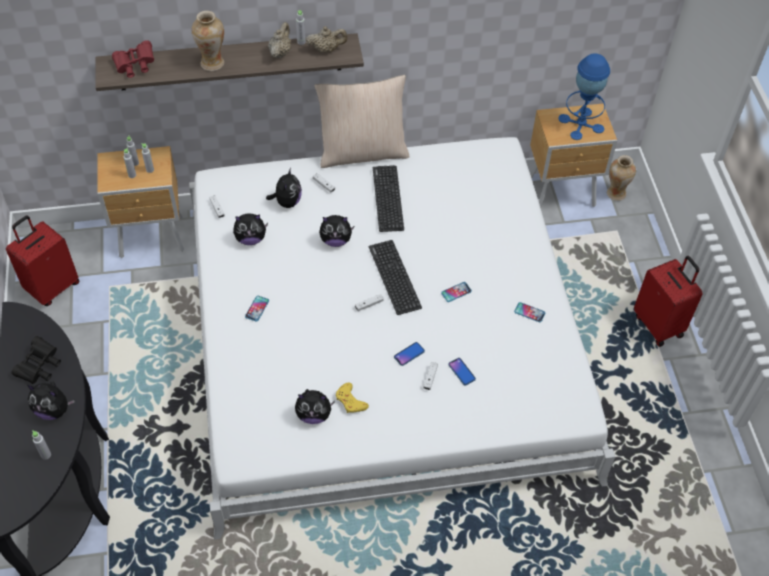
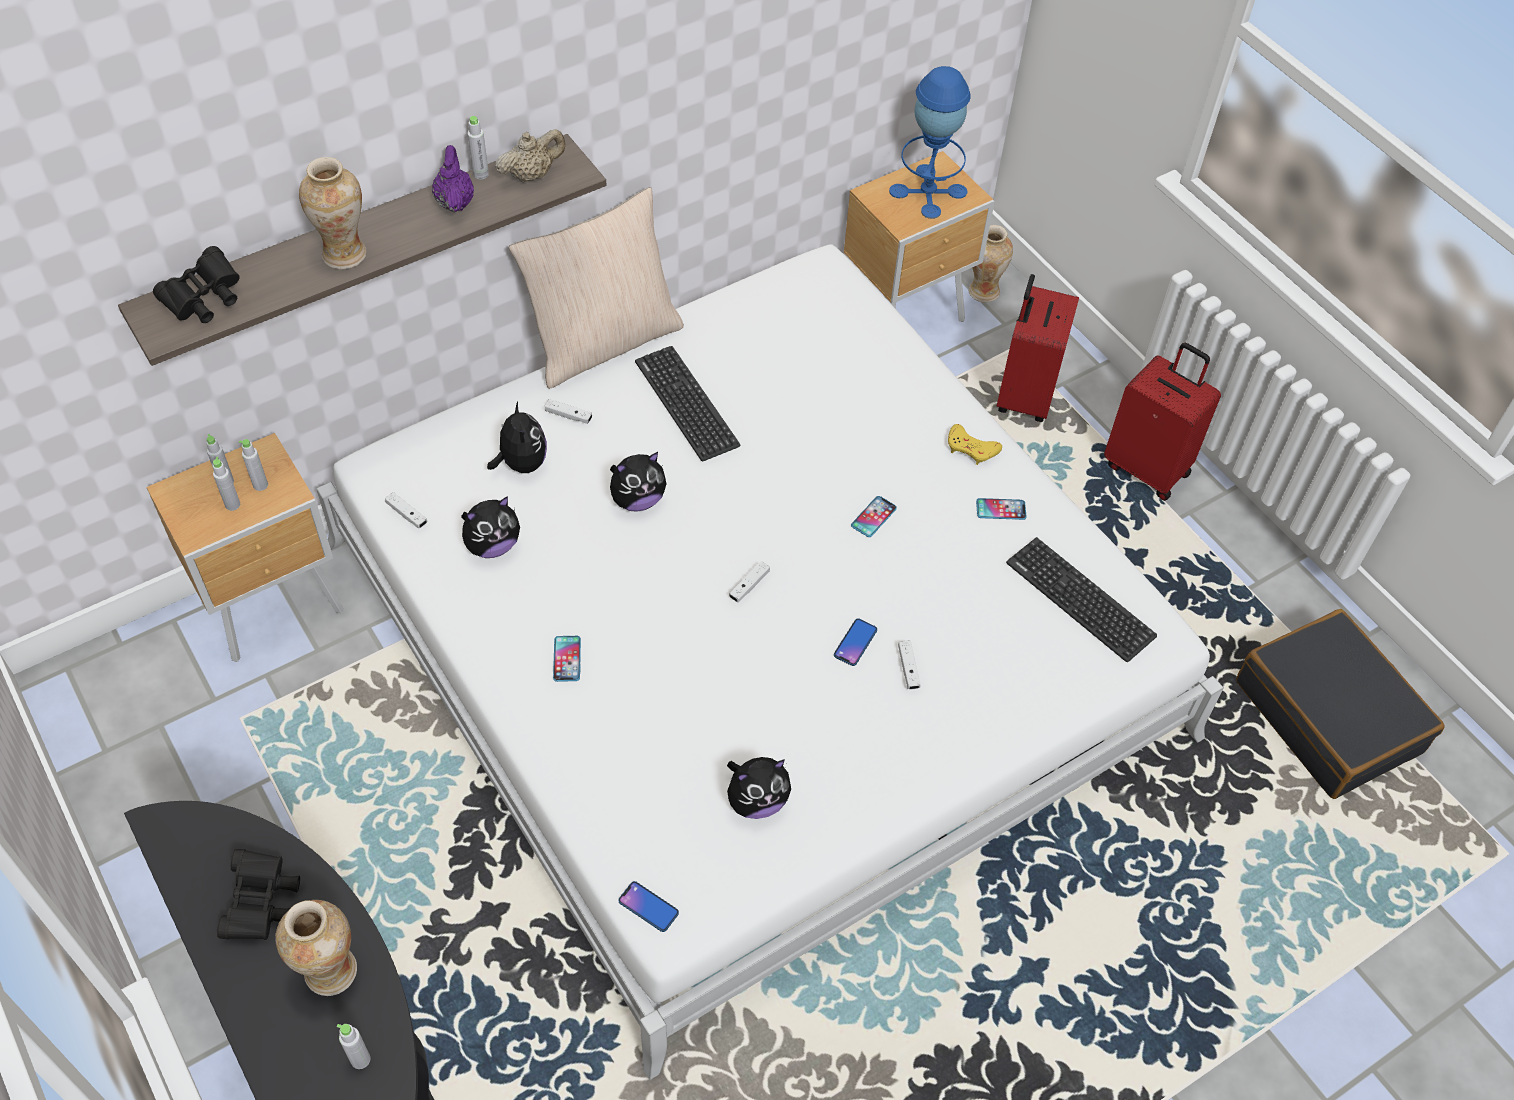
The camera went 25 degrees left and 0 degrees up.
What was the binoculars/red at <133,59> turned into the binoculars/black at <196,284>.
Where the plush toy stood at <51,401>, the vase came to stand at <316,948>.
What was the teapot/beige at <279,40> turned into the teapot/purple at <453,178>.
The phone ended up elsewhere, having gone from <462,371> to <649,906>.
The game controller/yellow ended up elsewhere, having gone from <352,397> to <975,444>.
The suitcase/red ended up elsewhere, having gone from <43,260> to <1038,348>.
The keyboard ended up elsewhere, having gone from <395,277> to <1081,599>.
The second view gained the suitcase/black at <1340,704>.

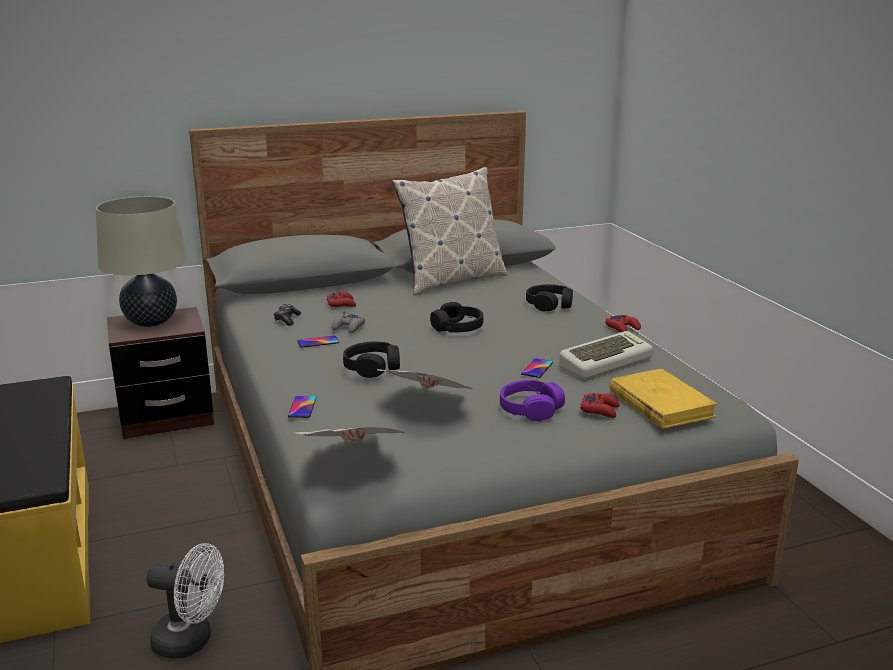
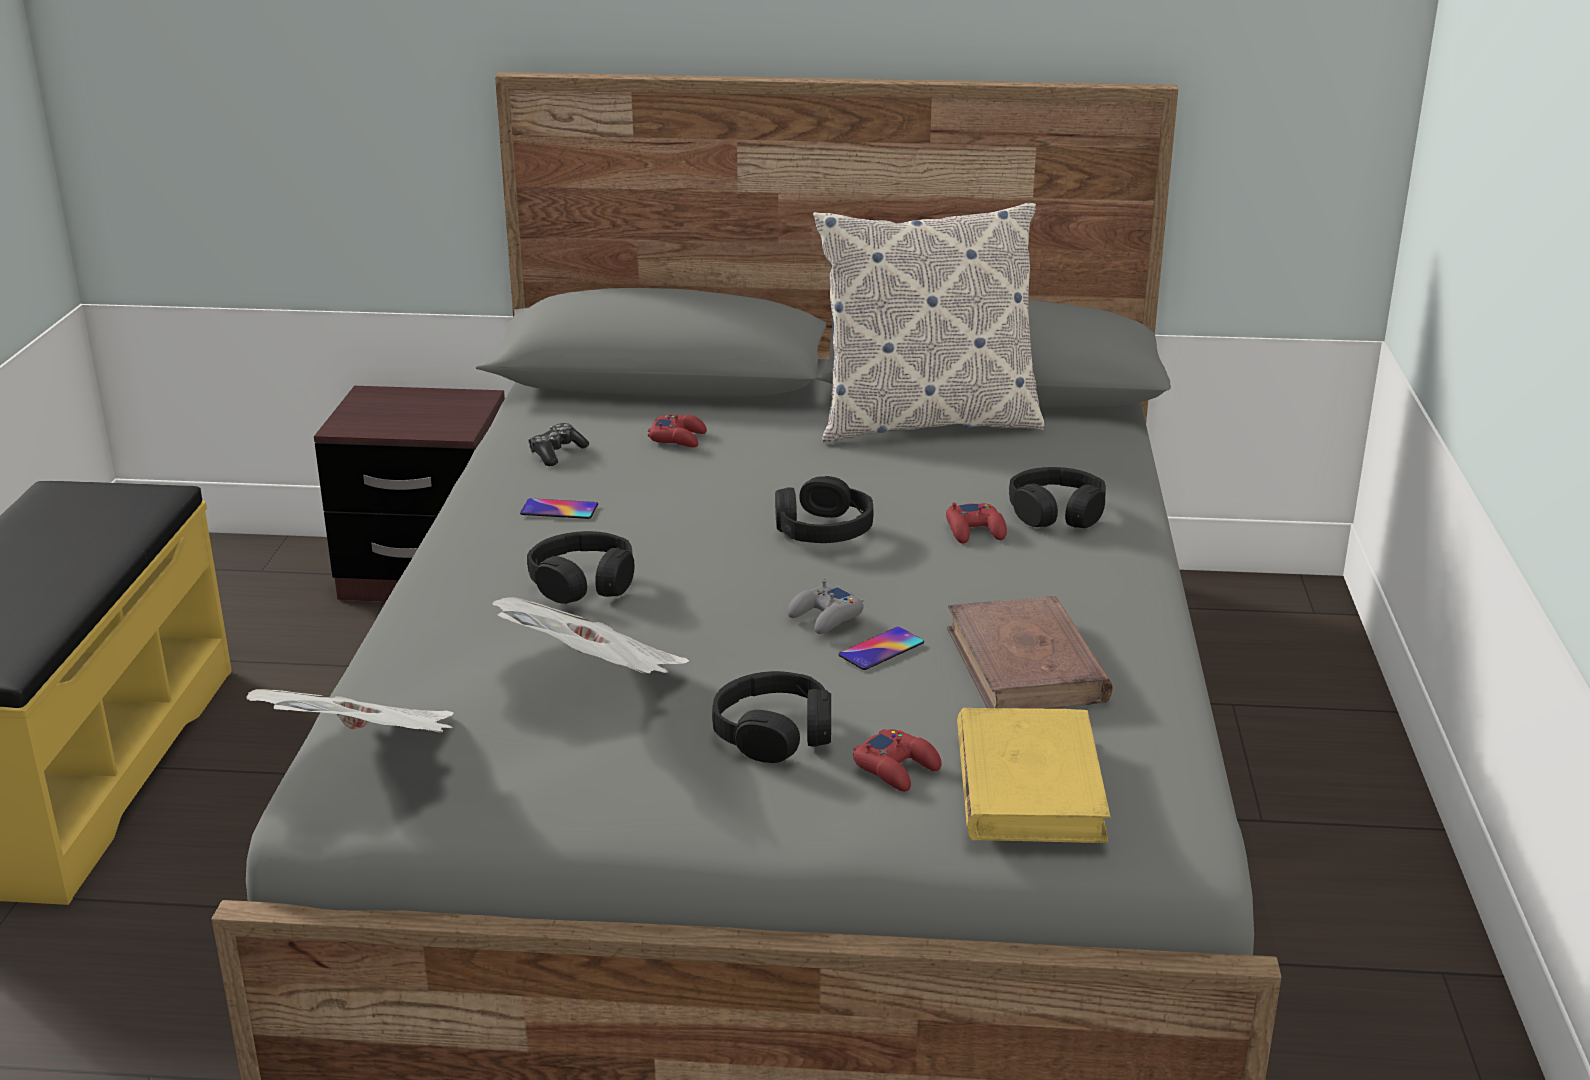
The camera went 25 degrees right and 5 degrees up.
What was the headphones/purple at <532,400> turned into the headphones/black at <771,717>.
The game controller/grey ended up elsewhere, having gone from <348,322> to <825,607>.
The game controller/red ended up elsewhere, having gone from <623,324> to <976,523>.
Where the keyboard stood at <606,355>, the book/brown came to stand at <1030,652>.
The second view lost the table lamp/beige at <142,261>.
The second view lost the fan/white at <185,600>.
The second view lost the phone at <302,407>.

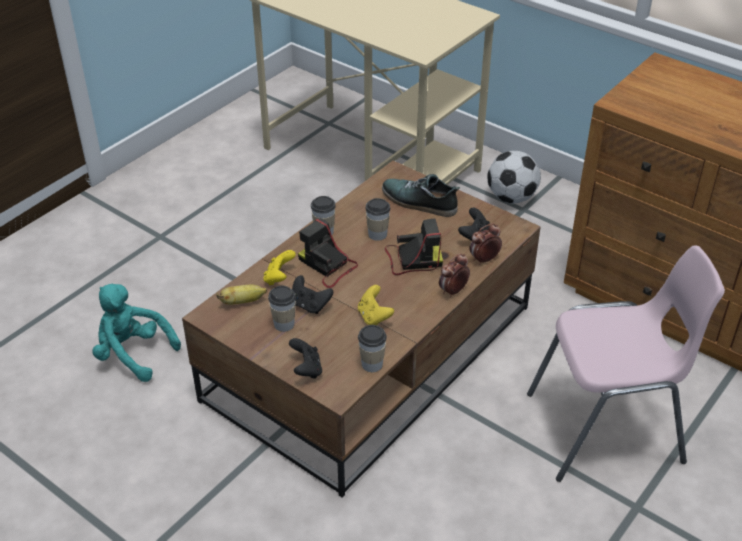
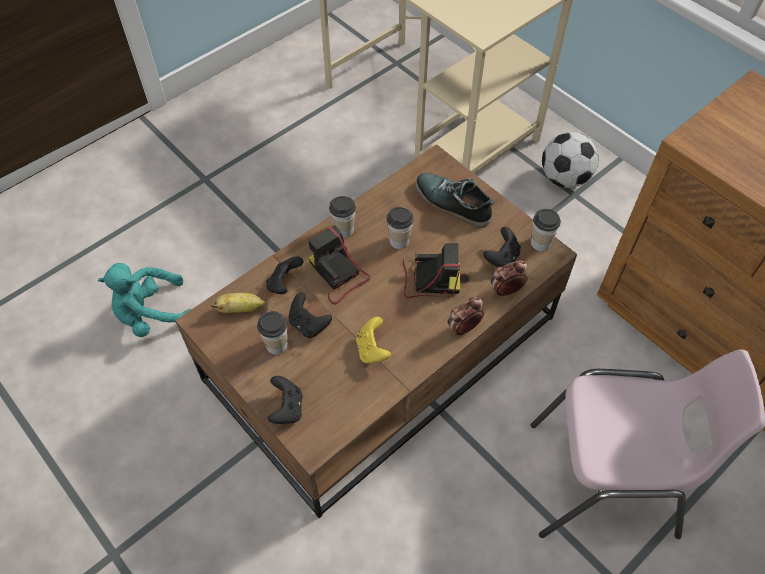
The camera went 10 degrees right and 15 degrees up.
The plush toy/turquoise at <136,333> ended up facing another way, 60 degrees counterclockwise from before.
What was the game controller/yellow at <280,268> turned into the game controller/black at <285,275>.
The cup ended up elsewhere, having gone from <372,348> to <546,230>.

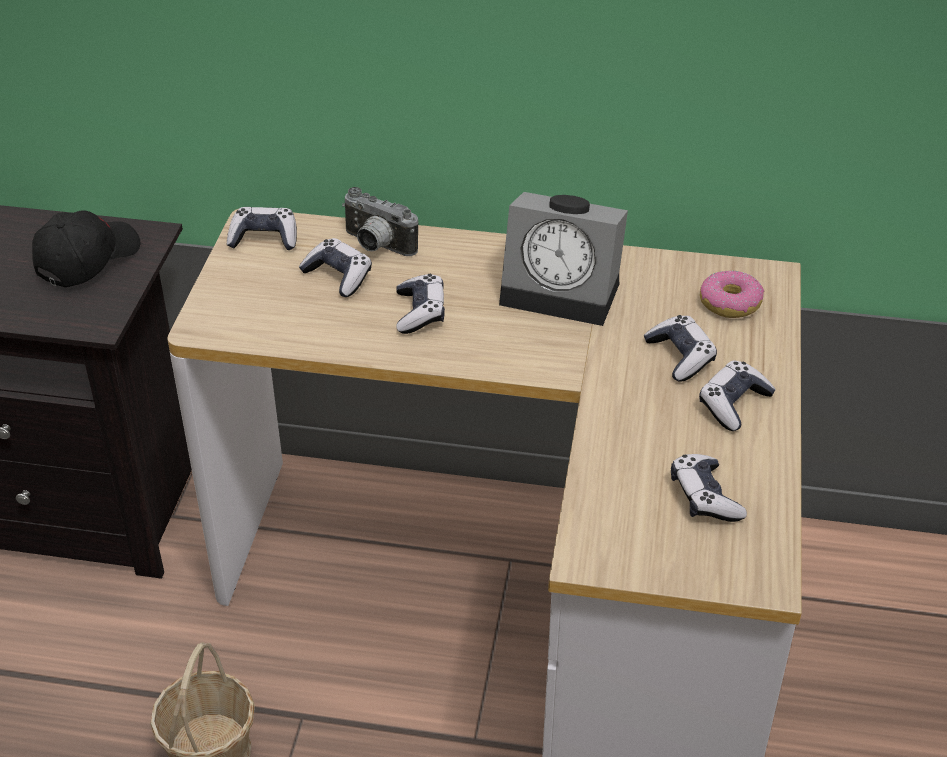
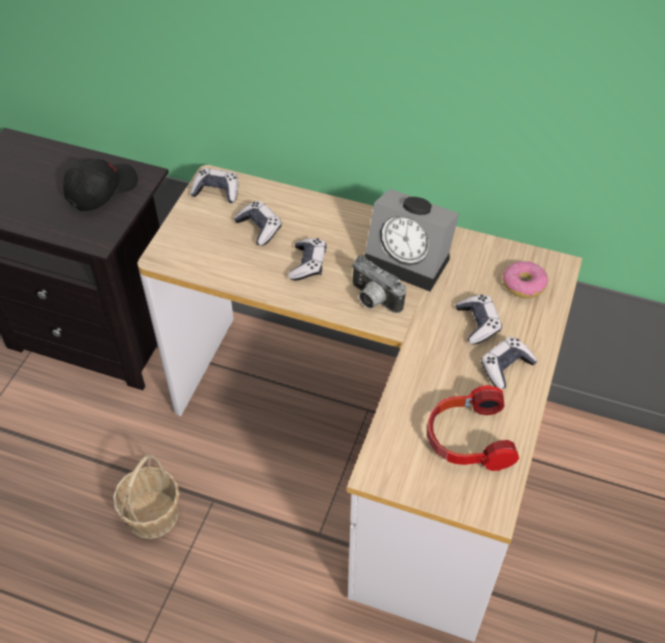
The camera went 10 degrees right and 10 degrees up.
The photo camera ended up elsewhere, having gone from <380,221> to <378,284>.
Where the game controller stood at <709,488>, the headphones came to stand at <473,428>.

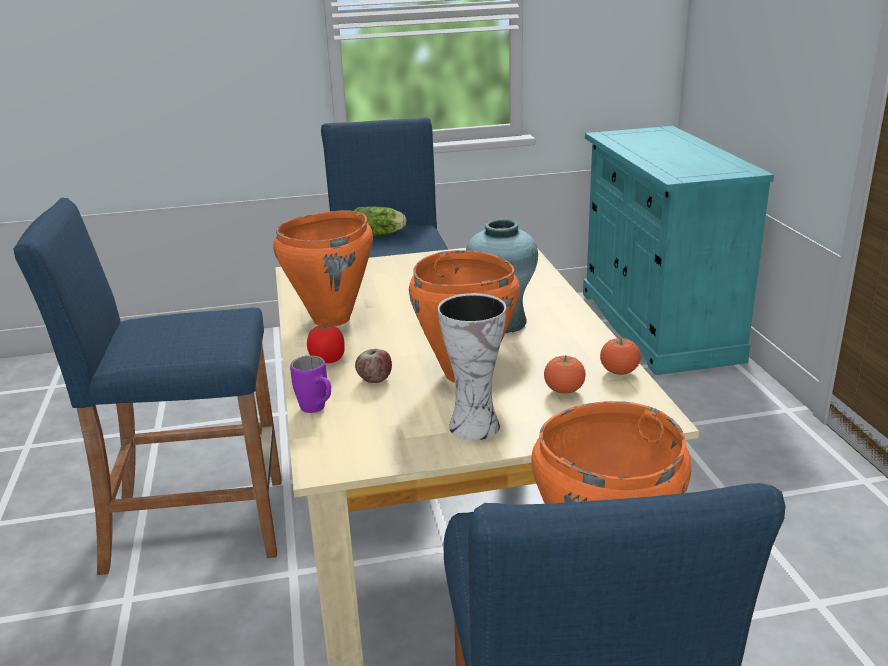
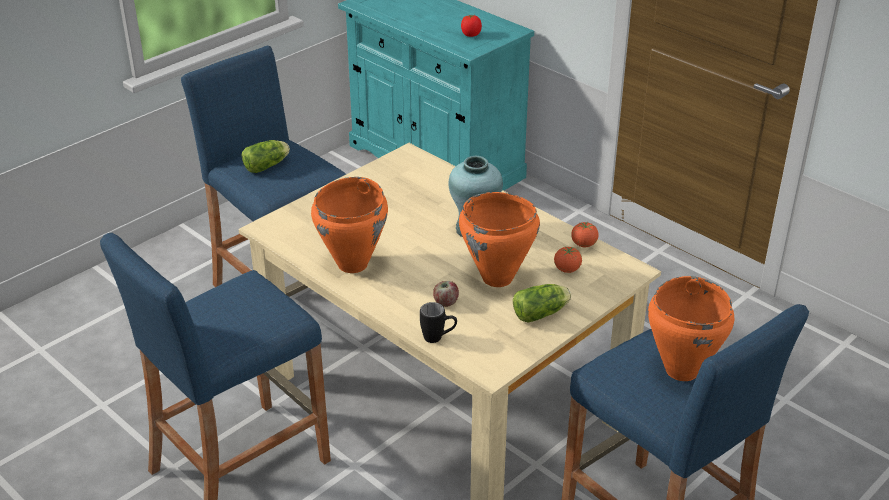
The camera went 35 degrees left and 10 degrees up.
What was the mug/purple at <310,384> turned into the mug/black at <438,322>.
The tomato ended up elsewhere, having gone from <326,343> to <471,26>.
Where the vase stood at <472,366>, the lettuce came to stand at <542,303>.

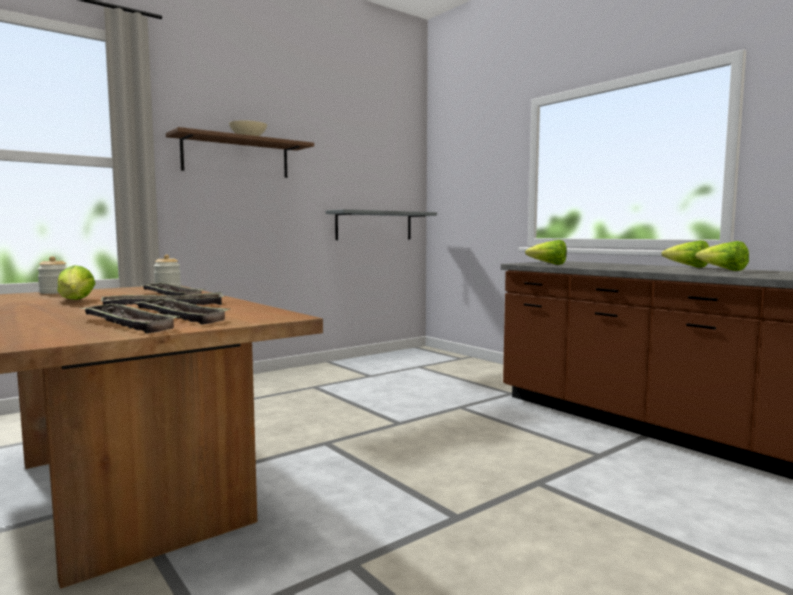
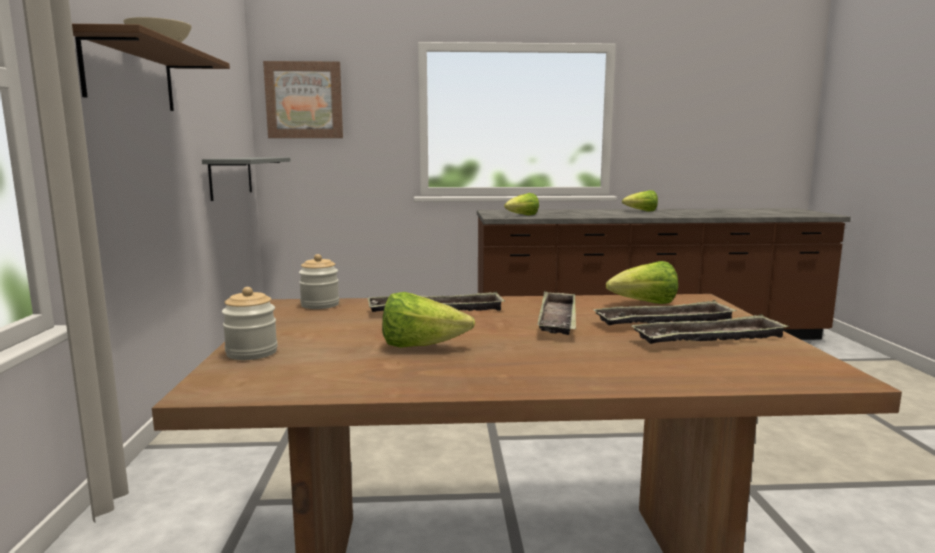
The camera went 55 degrees left and 5 degrees up.
The second view gained the picture at <303,99>.
The lettuce ended up elsewhere, having gone from <685,254> to <642,282>.

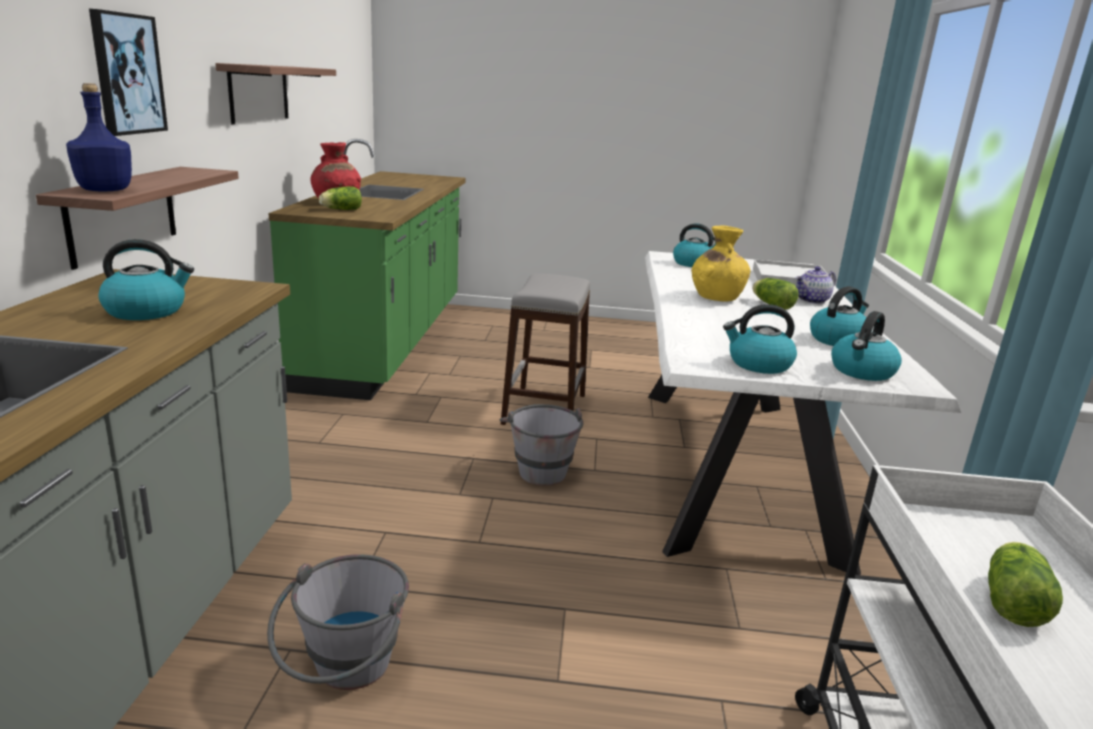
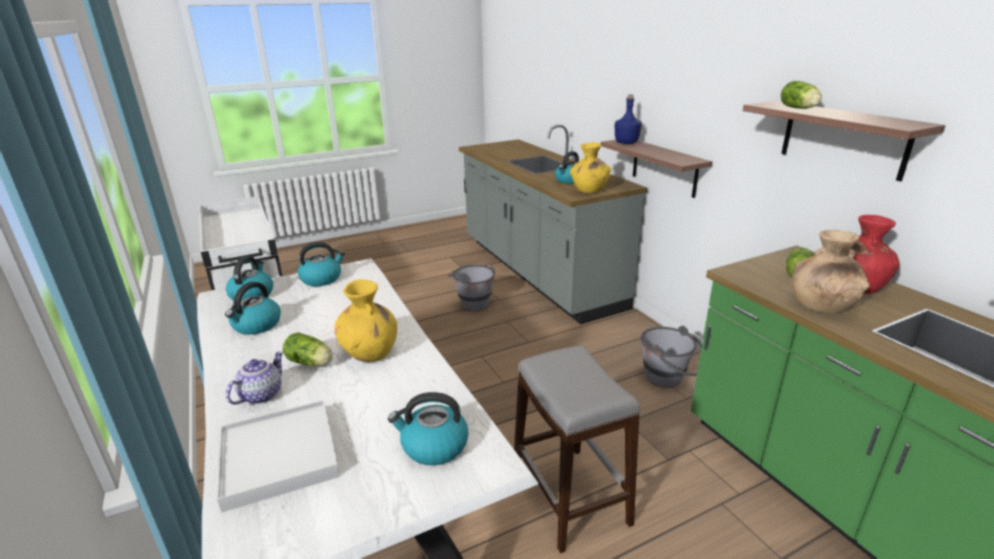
The camera went 150 degrees right and 5 degrees up.
The second view gained the vase/yellow at <590,167>.
The bucket/grey ended up elsewhere, having gone from <541,445> to <671,357>.
The lettuce ended up elsewhere, having gone from <1025,584> to <801,95>.
The second view gained the vase/brown at <831,271>.
The second view lost the picture at <128,72>.

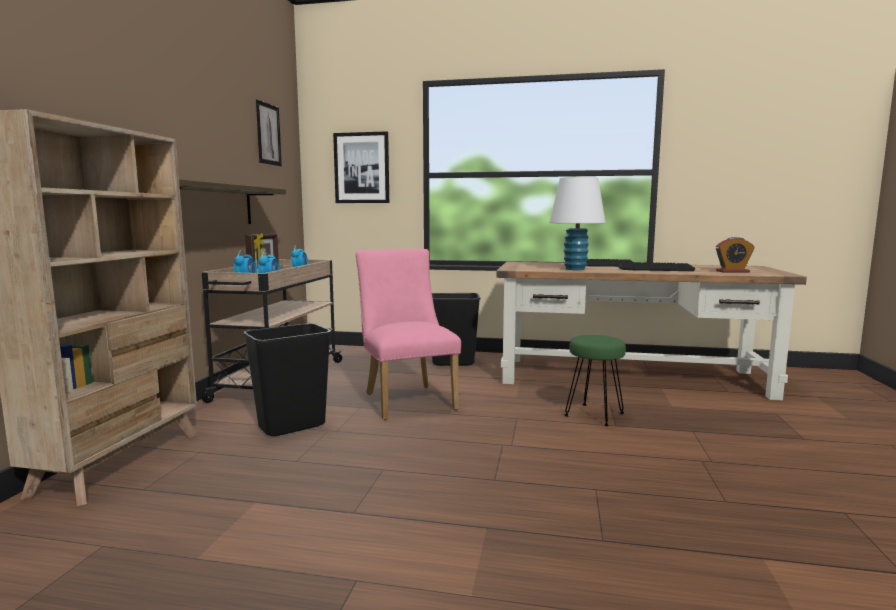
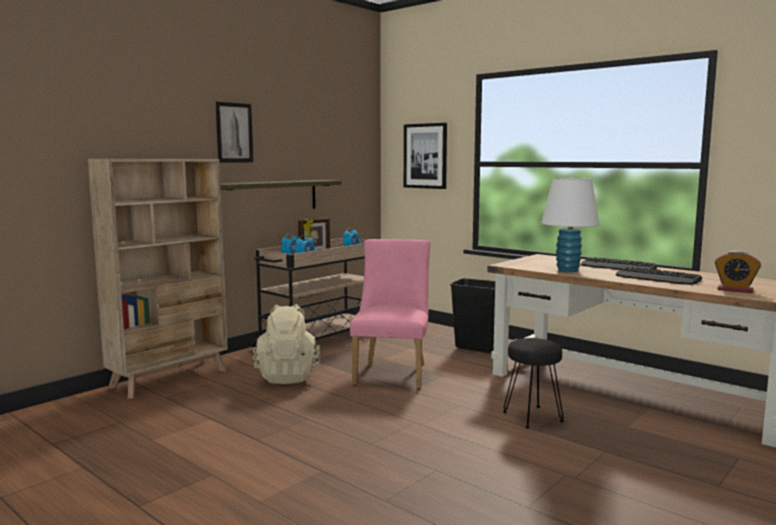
The camera went 30 degrees right and 0 degrees up.
The picture ended up elsewhere, having gone from <269,132> to <234,132>.
Where the trash can/black stood at <287,379>, the backpack/beige came to stand at <286,344>.
What was the stool/green at <595,380> turned into the stool/black at <533,383>.

